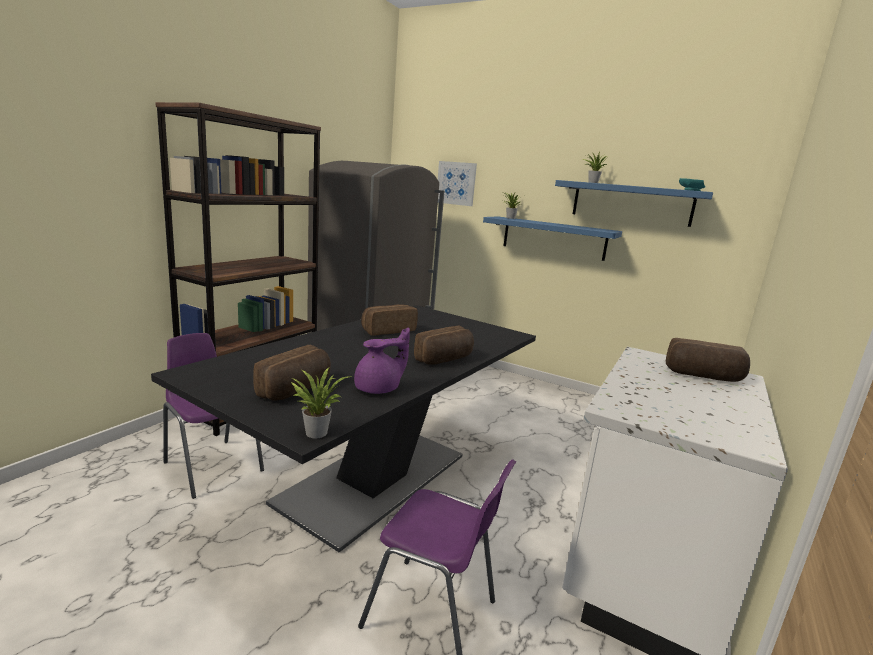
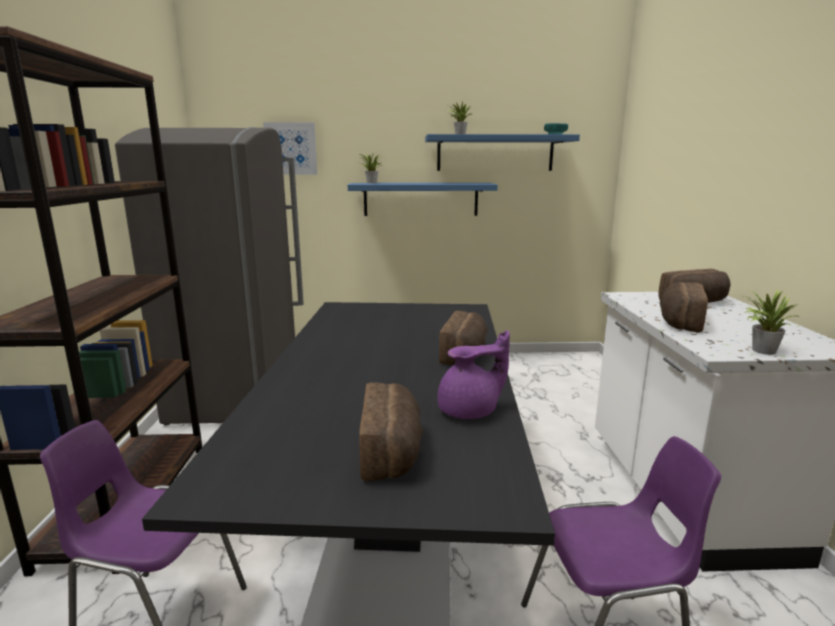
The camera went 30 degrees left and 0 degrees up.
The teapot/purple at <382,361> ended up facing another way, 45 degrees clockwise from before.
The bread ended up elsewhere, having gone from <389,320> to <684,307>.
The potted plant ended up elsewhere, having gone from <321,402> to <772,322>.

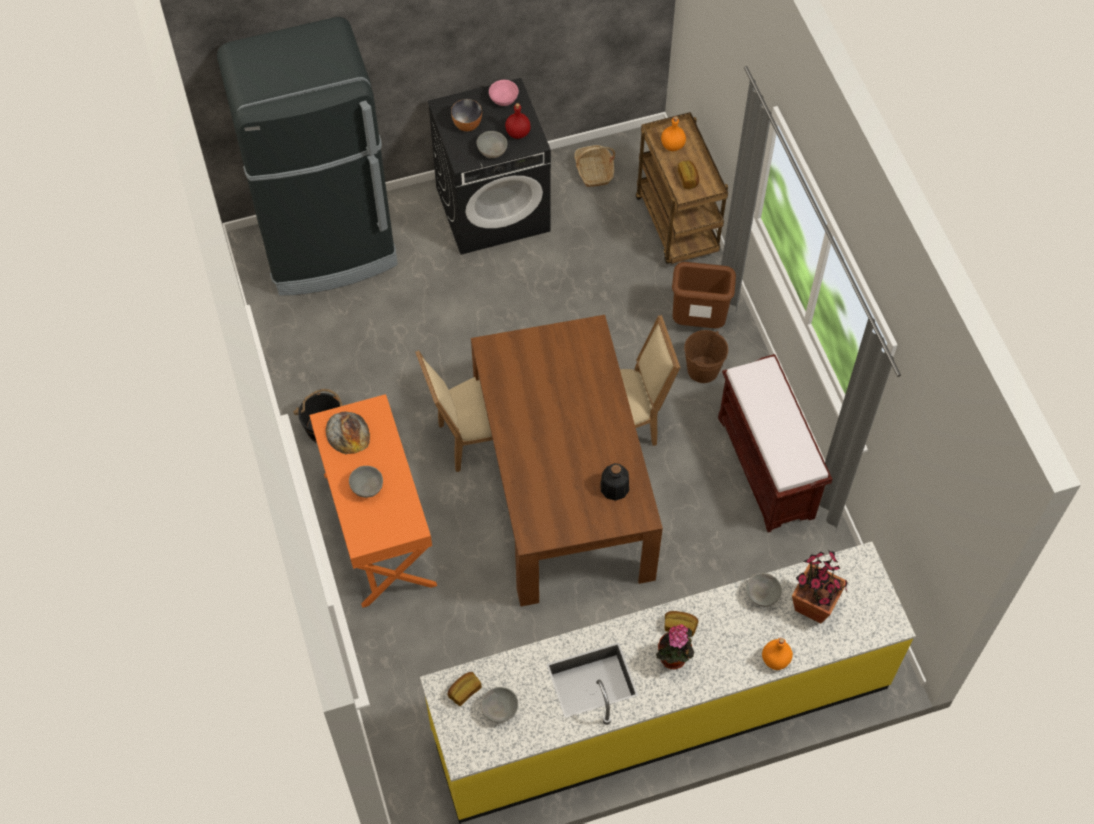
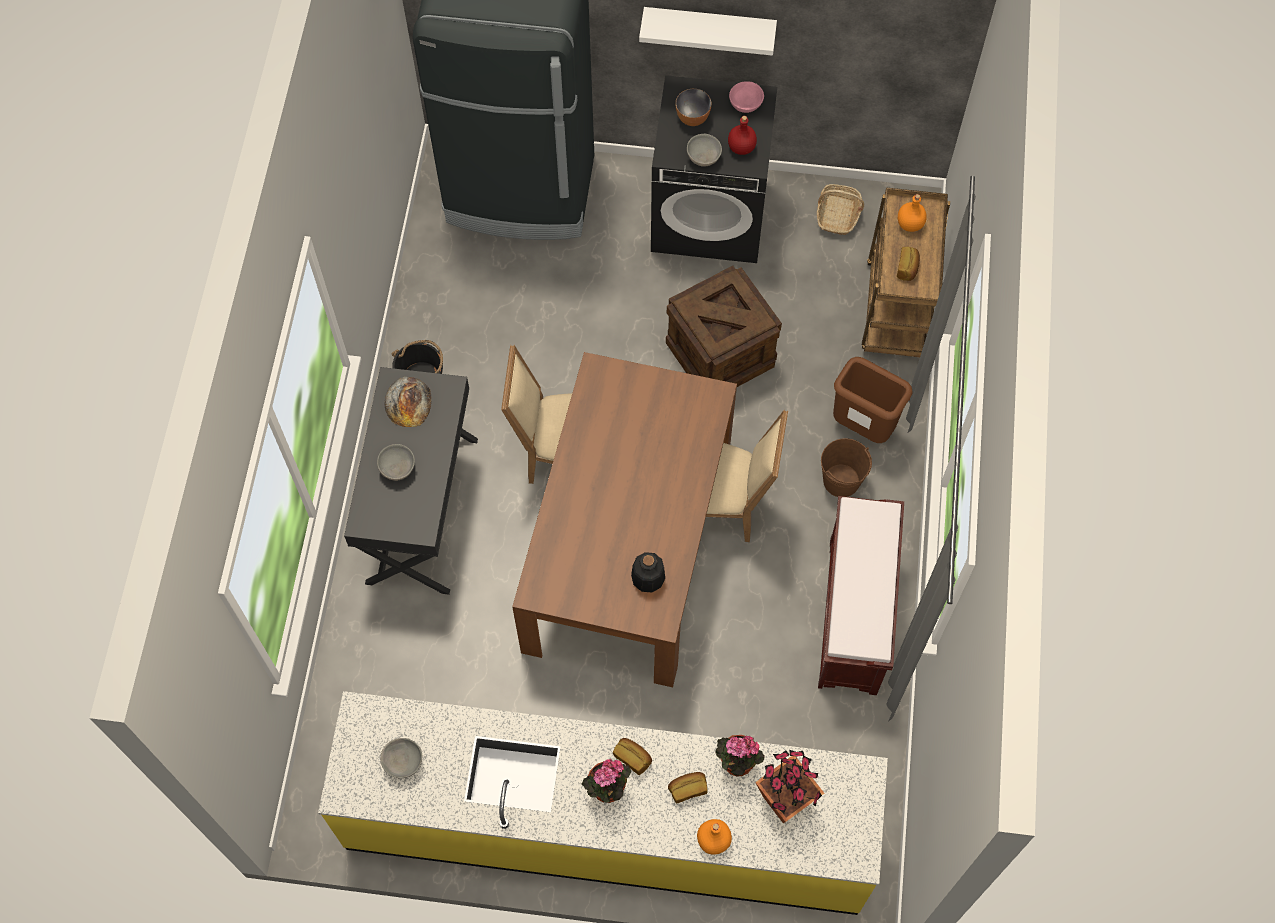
The camera went 25 degrees right and 5 degrees up.
What was the desk/orange at <373,501> turned into the desk/black at <411,481>.
The second view gained the shelf/white at <708,31>.
The second view gained the crate at <724,326>.
The bread ended up elsewhere, having gone from <465,689> to <688,788>.
Where the bowl/grey stood at <764,590>, the potted plant came to stand at <740,755>.

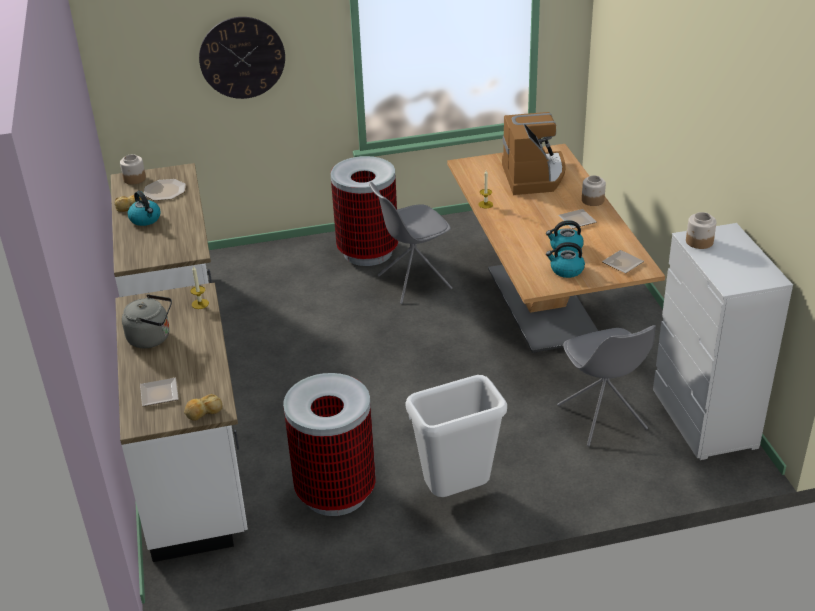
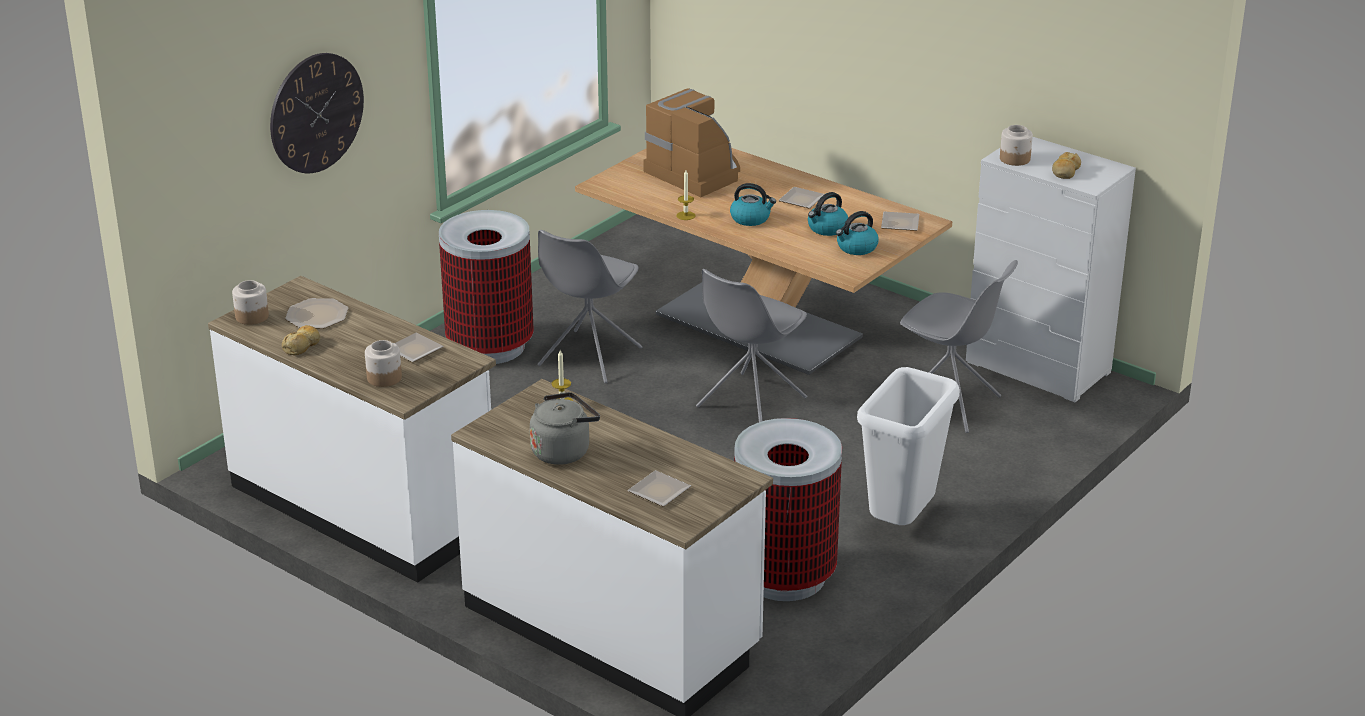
The camera went 40 degrees left and 5 degrees down.
The jar ended up elsewhere, having gone from <594,191> to <383,363>.
The second view gained the plate at <419,347>.
The second view gained the chair/grey at <751,345>.
The kettle ended up elsewhere, having gone from <144,208> to <753,204>.
The bread ended up elsewhere, having gone from <203,407> to <1066,165>.

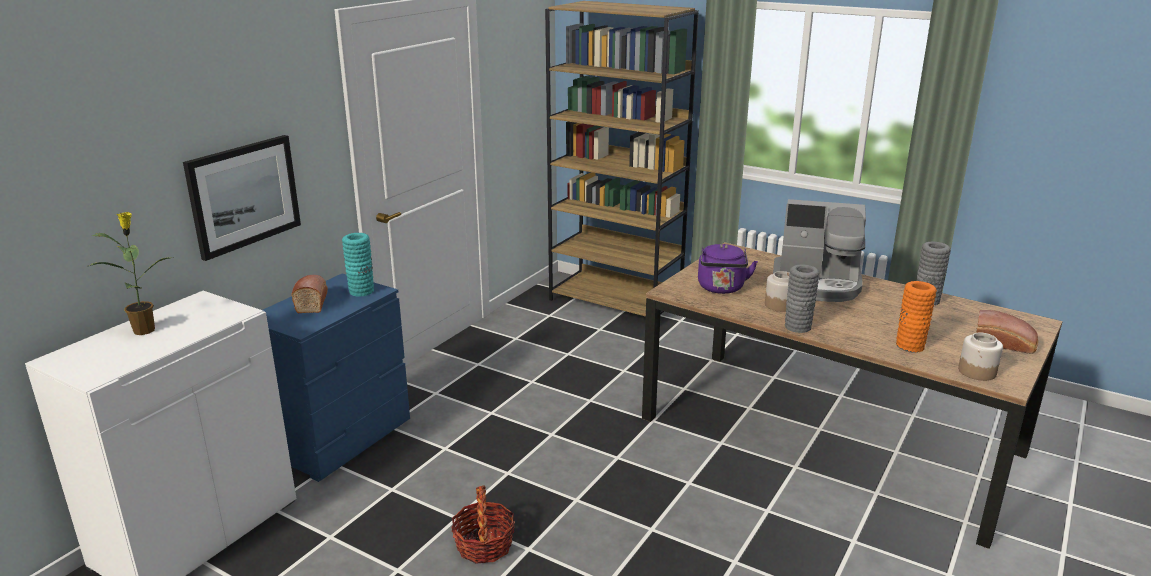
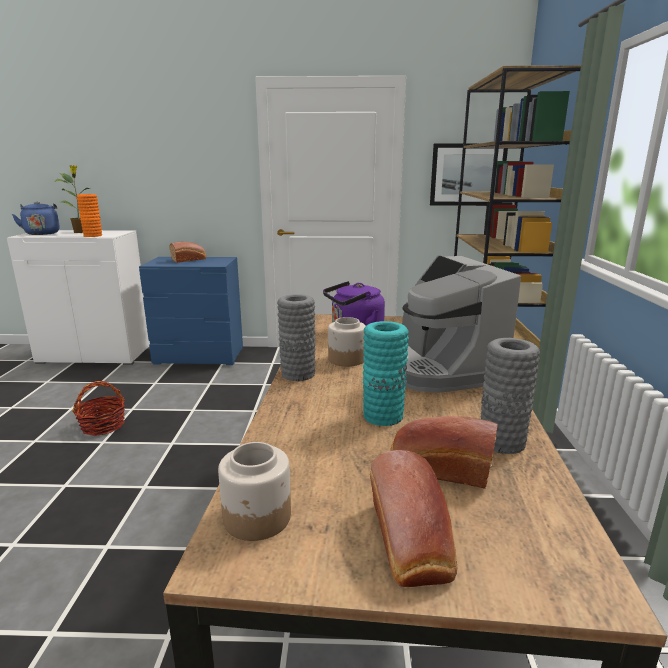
The camera went 60 degrees right and 5 degrees down.
The second view gained the kettle/blue at <36,218>.
The vase/orange ended up elsewhere, having gone from <916,317> to <89,215>.
The vase/turquoise ended up elsewhere, having gone from <358,265> to <386,373>.
The second view gained the bread at <444,452>.
The picture ended up elsewhere, having gone from <242,198> to <469,174>.

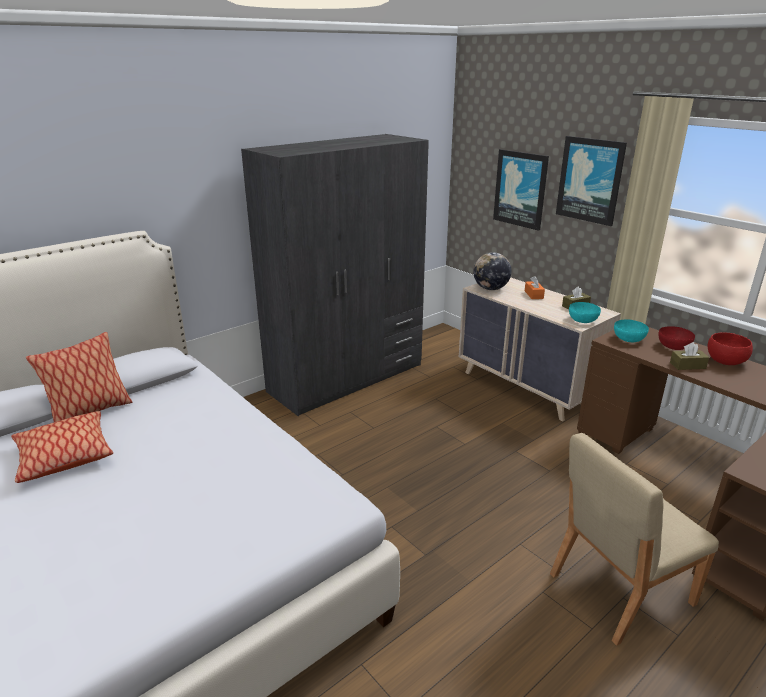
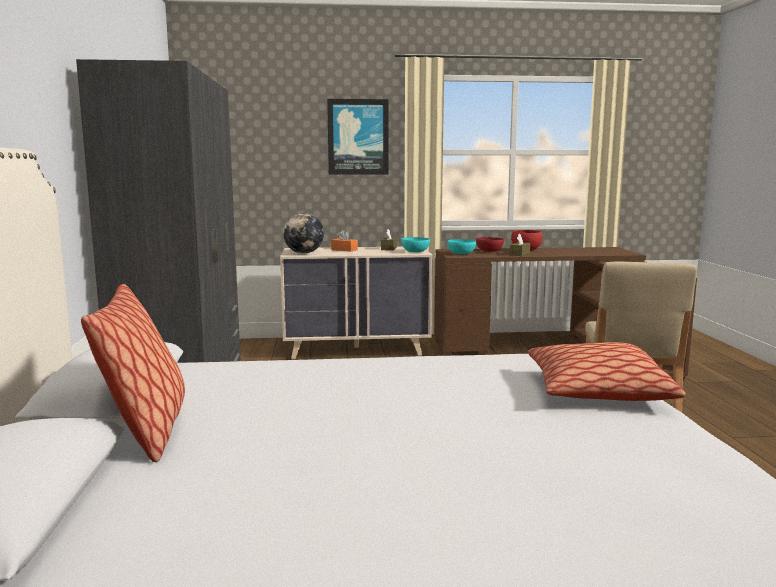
The camera went 55 degrees left and 15 degrees down.
The pillow ended up elsewhere, having gone from <62,447> to <607,371>.
The second view lost the picture at <521,190>.

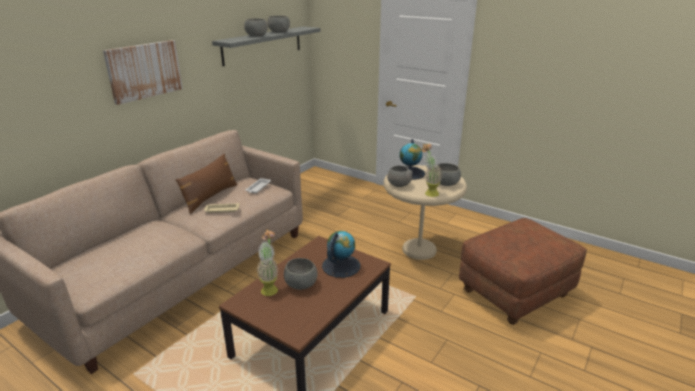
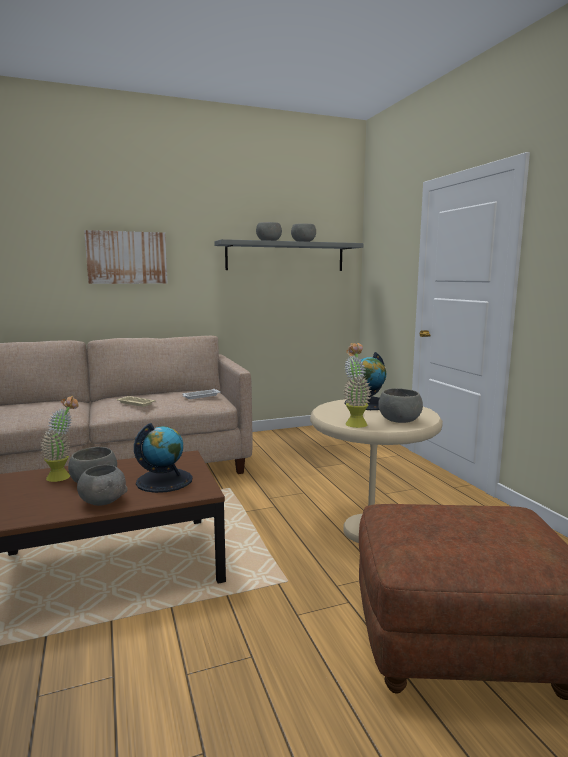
The camera went 35 degrees right and 15 degrees down.
The bowl/grey ended up elsewhere, having gone from <400,176> to <102,485>.
The second view lost the pillow/brown at <206,183>.

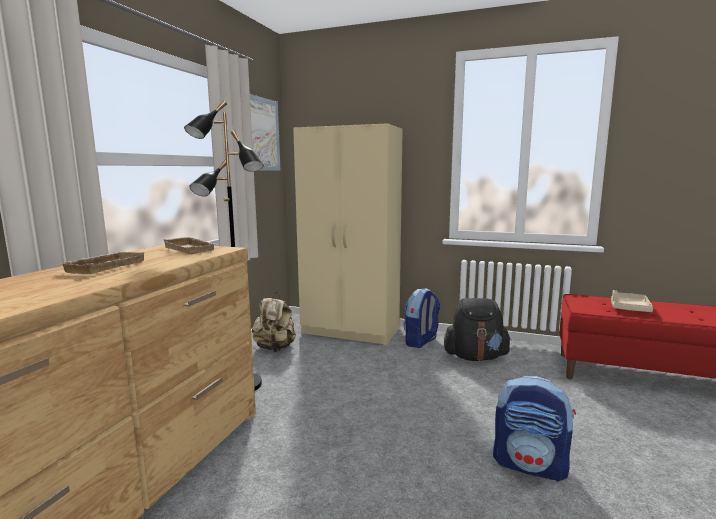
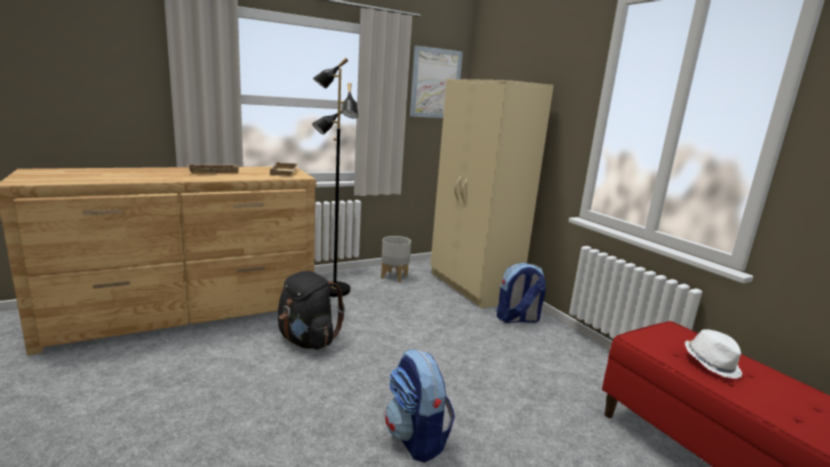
The camera went 40 degrees right and 5 degrees up.
The backpack/black ended up elsewhere, having gone from <477,329> to <311,310>.
Where the backpack/beige stood at <274,322>, the planter/grey came to stand at <396,259>.
Where the tray/beige stood at <632,301>, the hat/white came to stand at <713,354>.

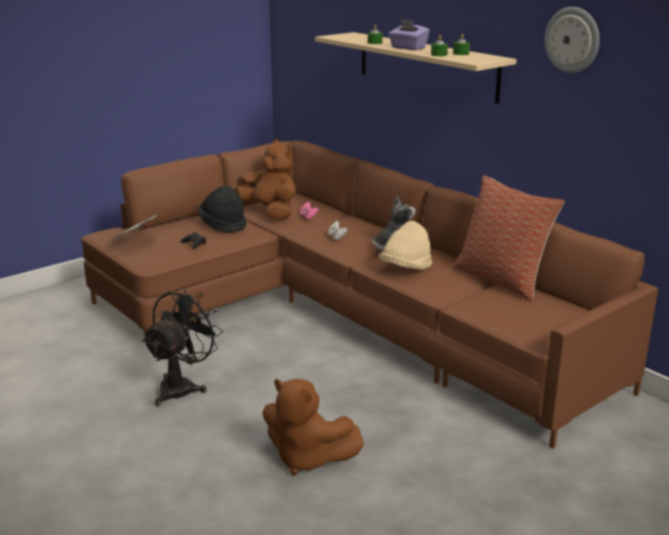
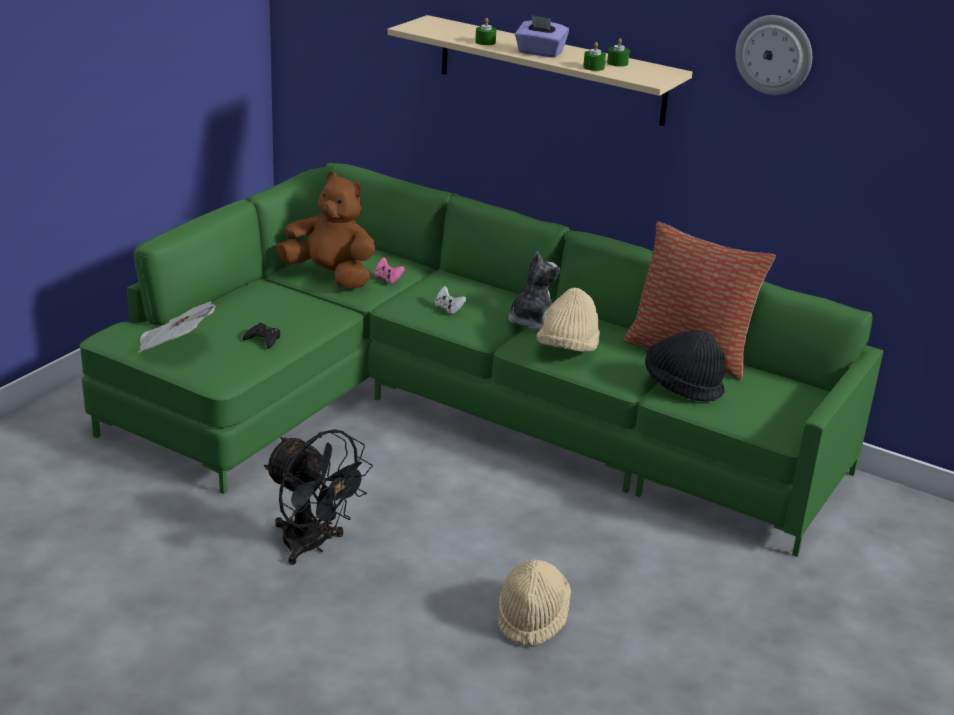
The camera went 20 degrees left and 5 degrees up.
What was the sofa/brown at <370,295> turned into the sofa/green at <481,360>.
The fan/black at <182,346> ended up facing another way, 120 degrees clockwise from before.
Where the plush toy/brown stood at <313,427>, the hat/beige came to stand at <534,603>.
The hat/black ended up elsewhere, having gone from <222,209> to <685,366>.

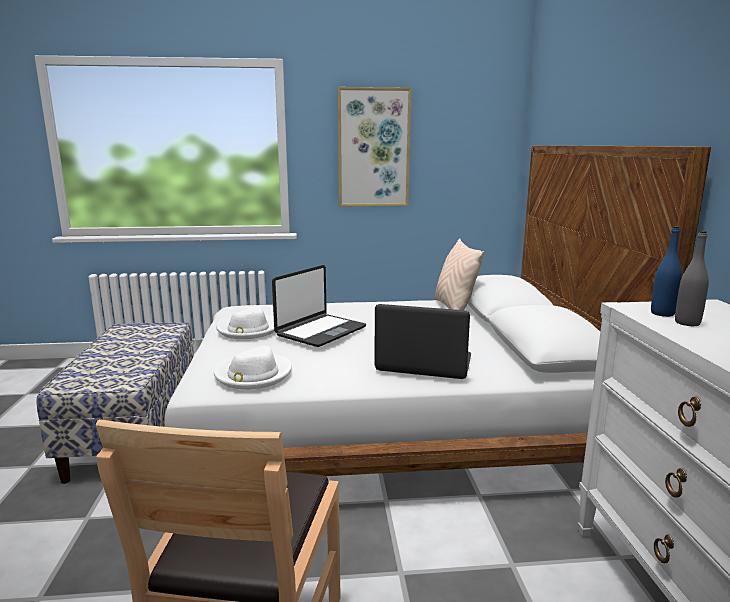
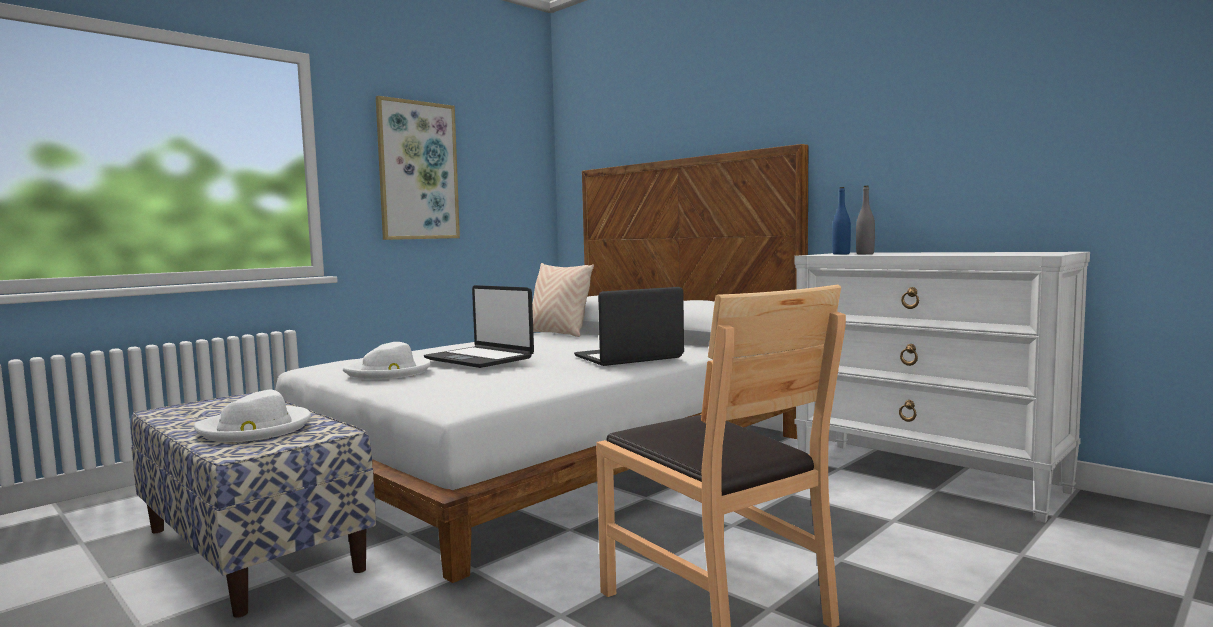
The camera went 40 degrees left and 10 degrees down.
The hat/white ended up elsewhere, having gone from <253,367> to <252,416>.
The laptop at <319,306> ended up facing another way, 135 degrees clockwise from before.

